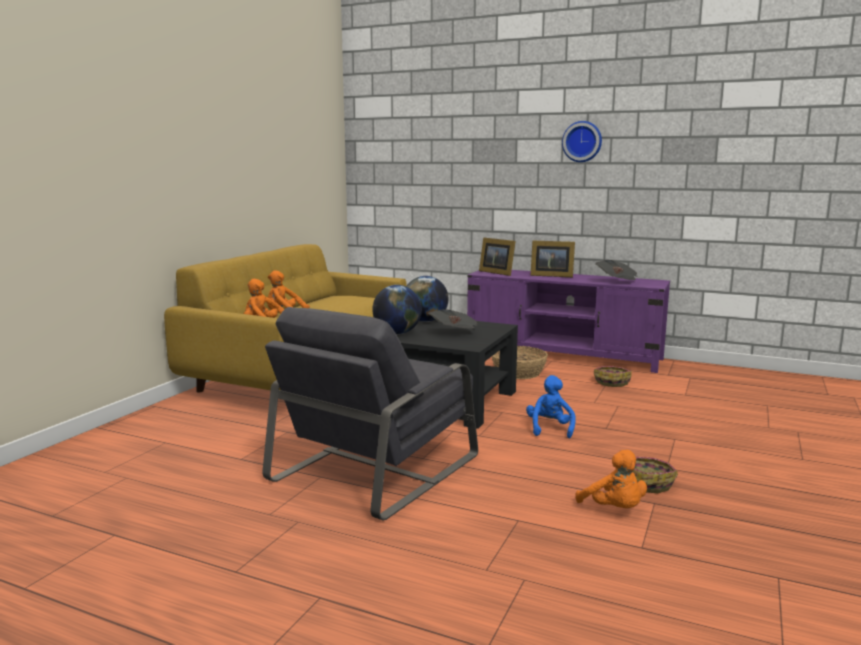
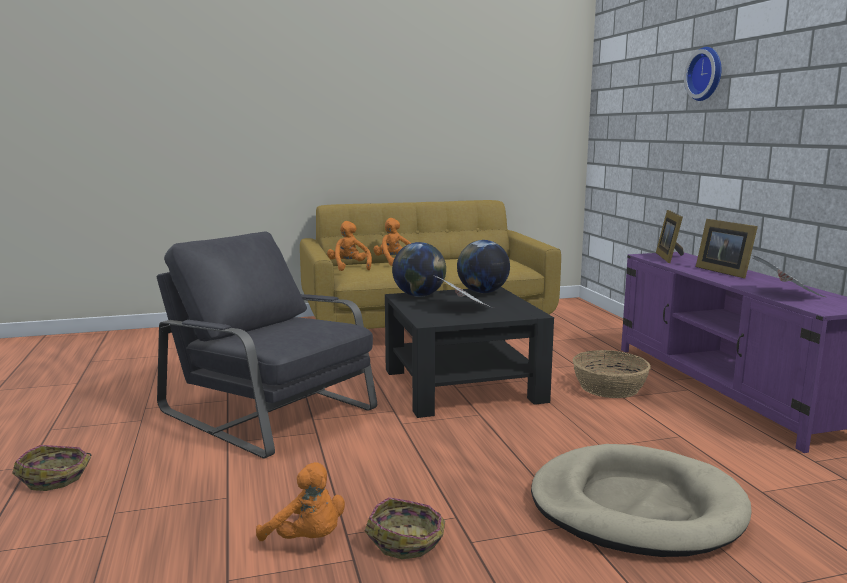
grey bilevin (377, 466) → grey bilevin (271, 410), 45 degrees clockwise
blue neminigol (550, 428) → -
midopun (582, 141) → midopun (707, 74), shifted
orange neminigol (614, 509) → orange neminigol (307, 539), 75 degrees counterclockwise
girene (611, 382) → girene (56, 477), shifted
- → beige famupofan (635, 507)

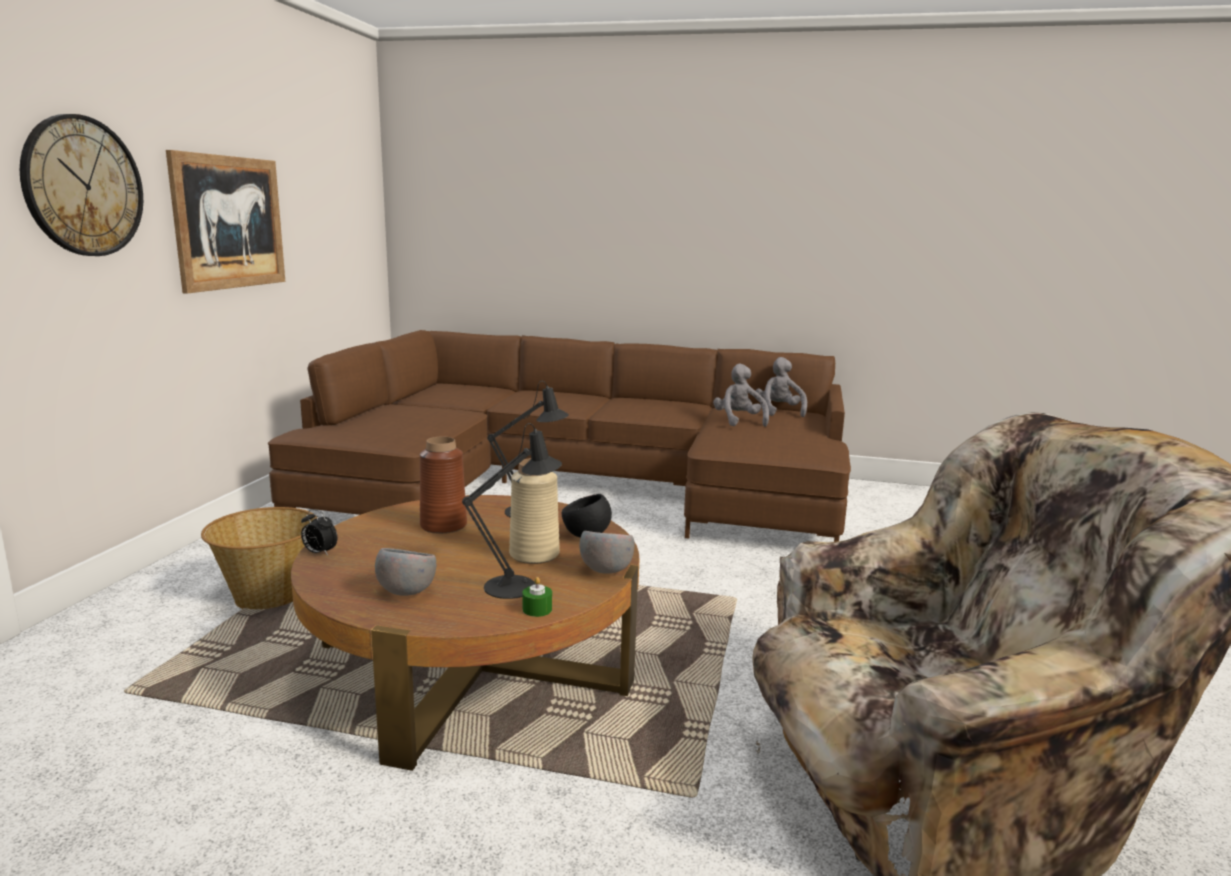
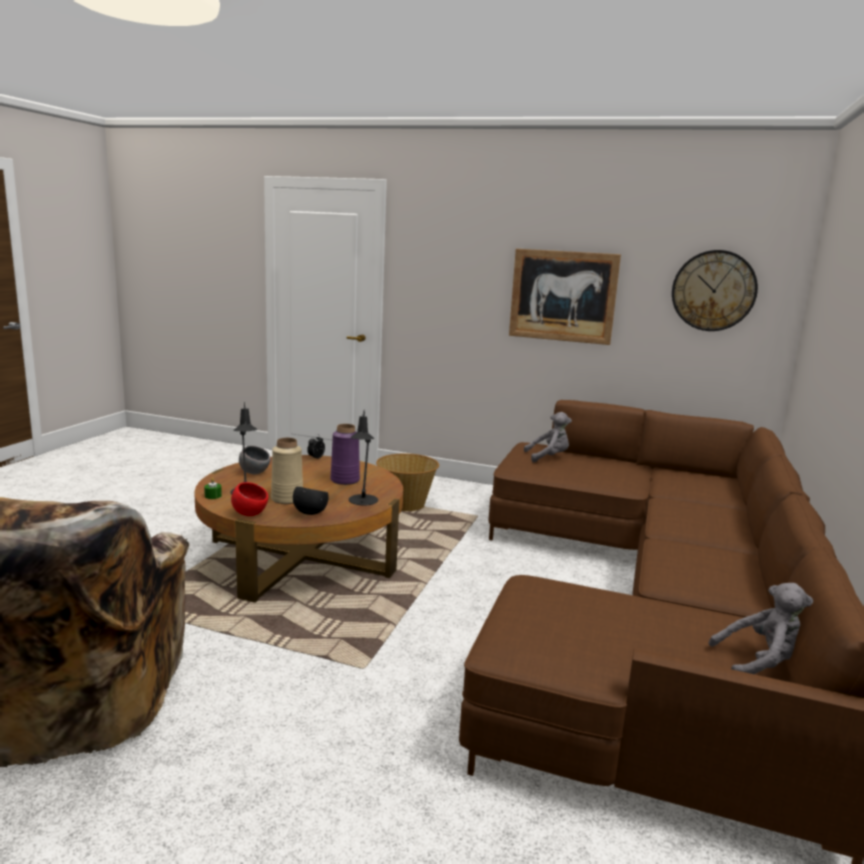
midopun (83, 186) → midopun (713, 290), shifted
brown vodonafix (444, 526) → purple vodonafix (345, 480)
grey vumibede (605, 571) → red vumibede (249, 514)
grey neminigol (739, 421) → grey neminigol (548, 457), shifted

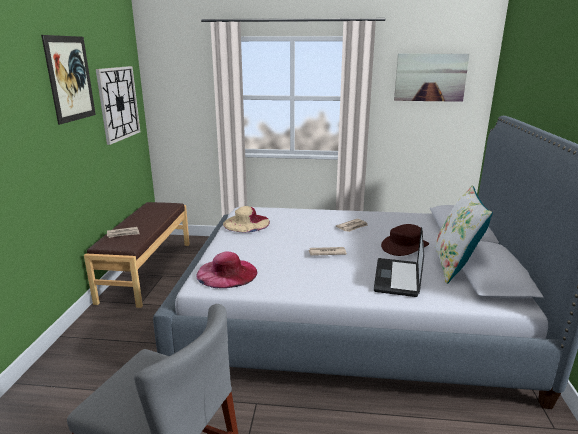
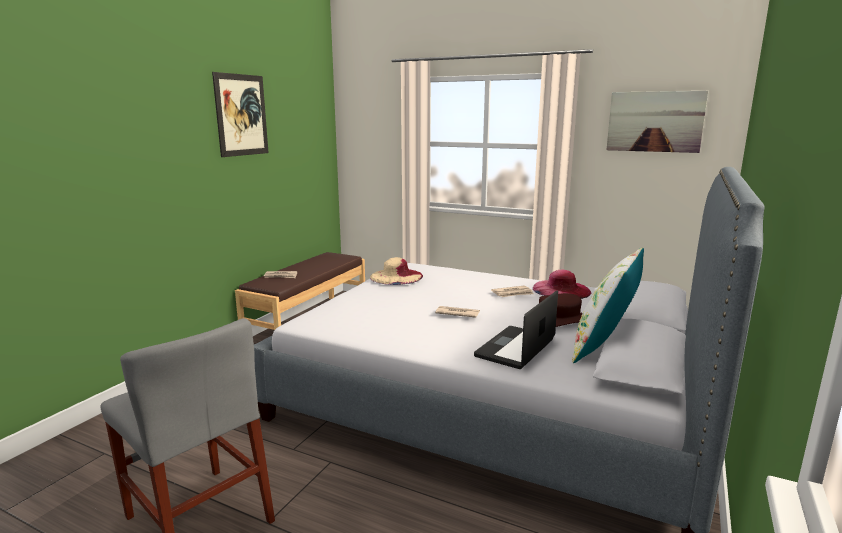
midopun (118, 103) → -
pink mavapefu (227, 273) → pink mavapefu (561, 290), shifted

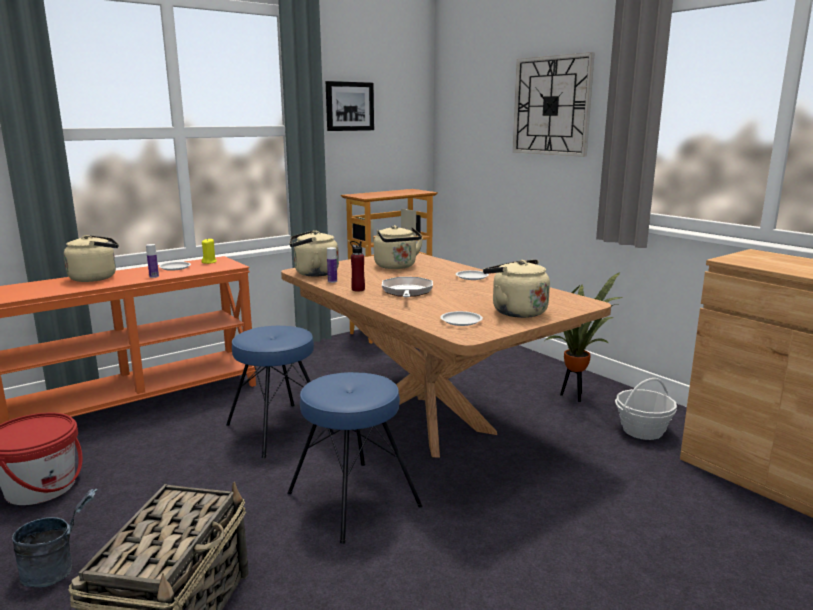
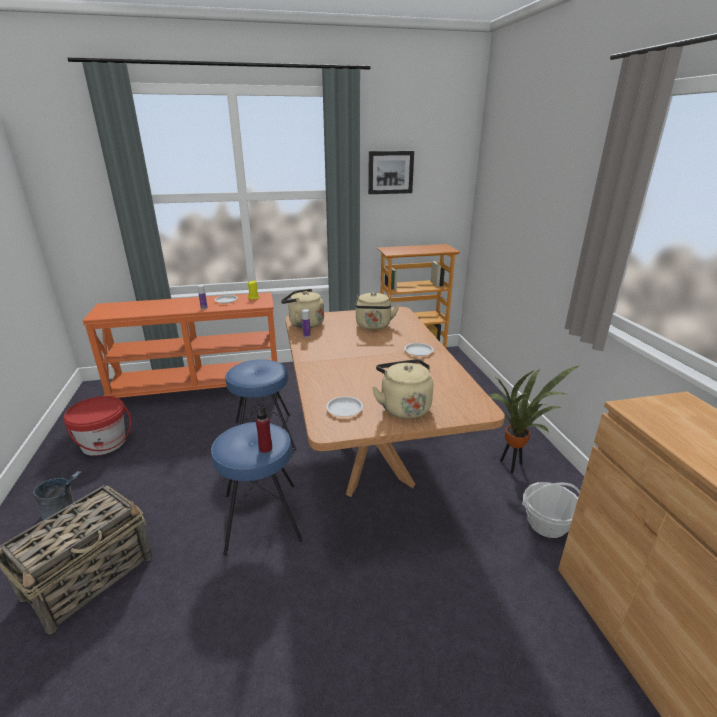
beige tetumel (96, 278) → -
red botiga (358, 289) → red botiga (265, 448), shifted
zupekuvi (407, 292) → -
midopun (551, 106) → -

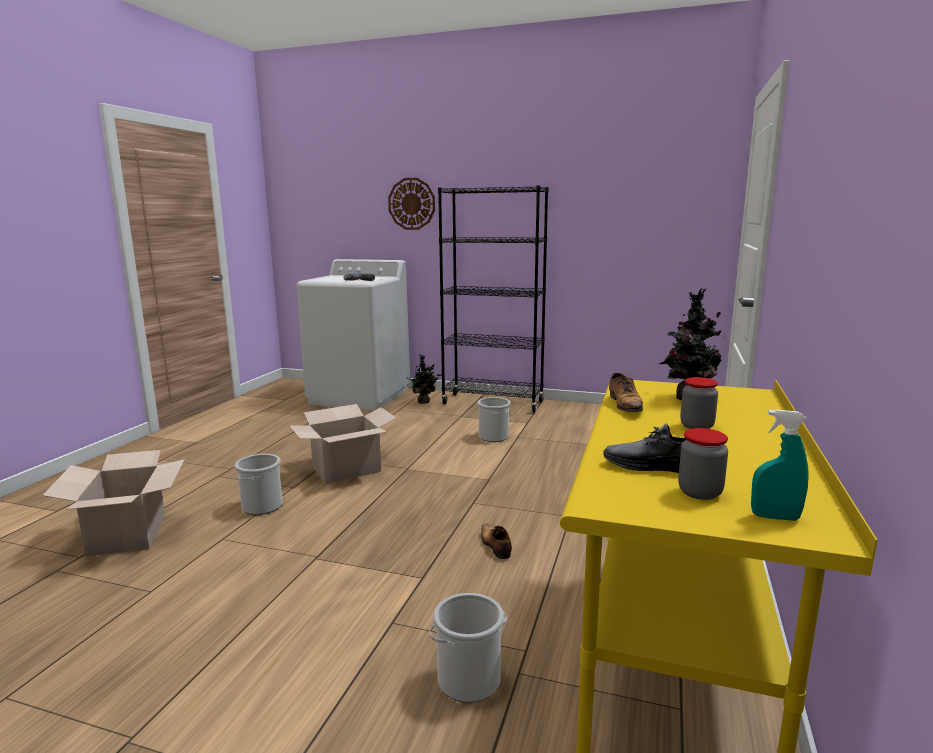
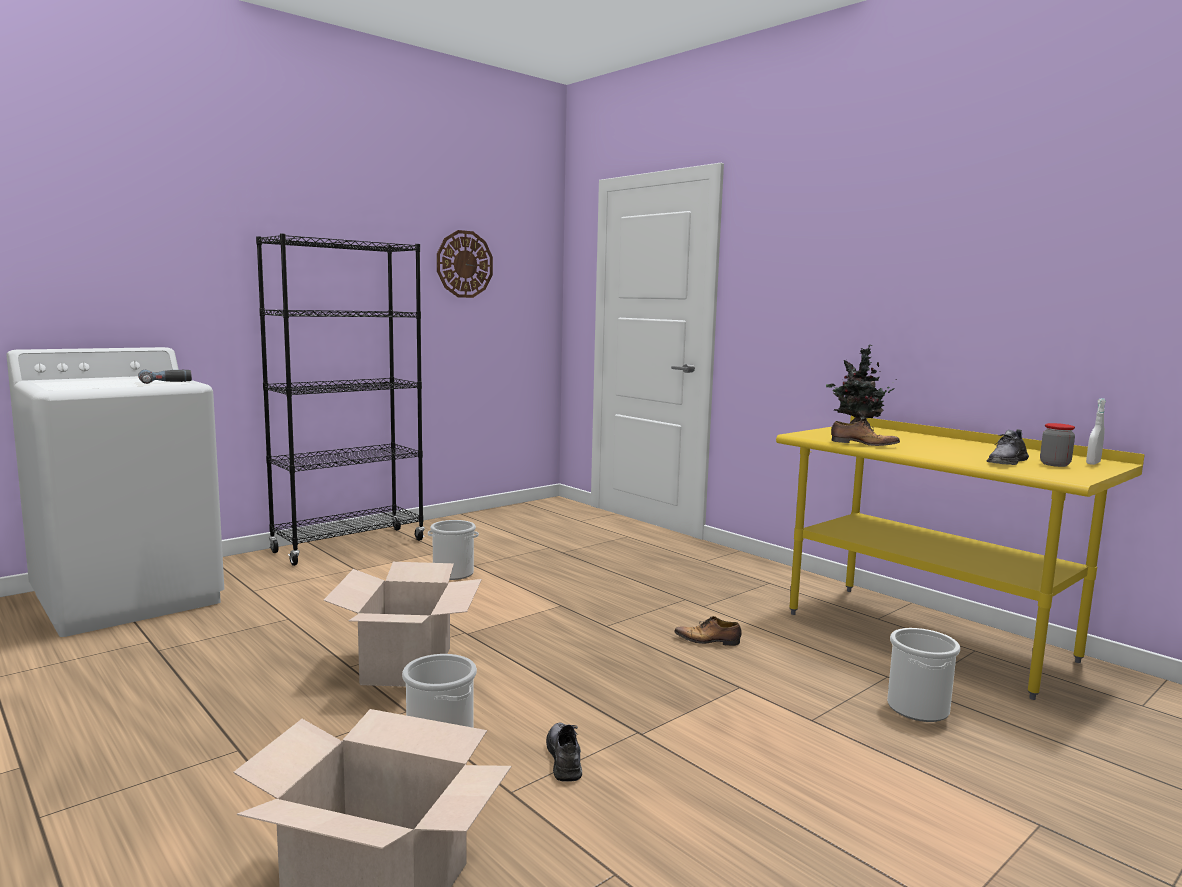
midopun (411, 204) → midopun (464, 264), shifted
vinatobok (424, 402) → -
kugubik (696, 426) → -
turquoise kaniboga (775, 517) → white kaniboga (1093, 463)
- → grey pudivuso (564, 758)

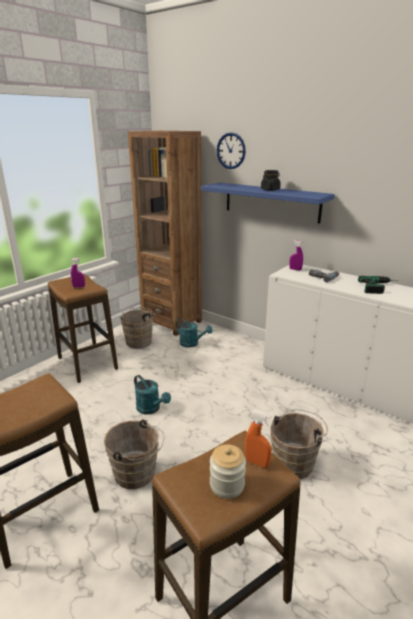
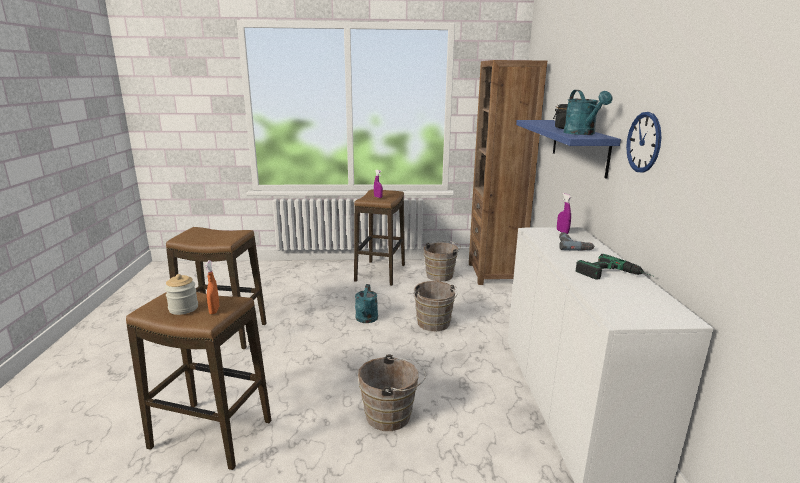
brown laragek (137, 474) → brown laragek (434, 324), shifted
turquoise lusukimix (192, 344) → turquoise lusukimix (582, 133), shifted
midopun (231, 151) → midopun (644, 142), shifted

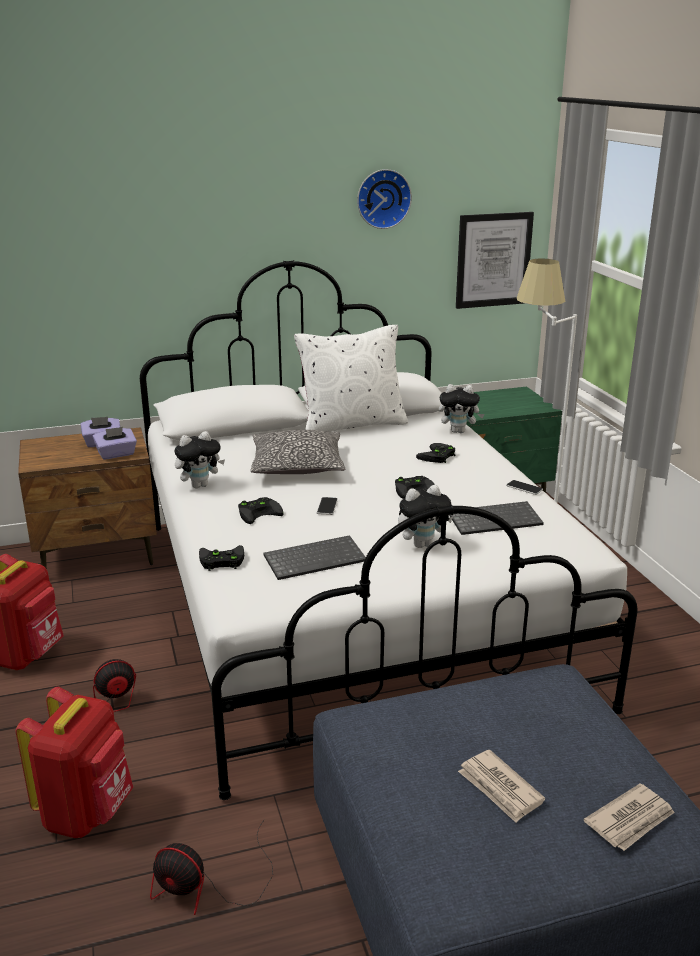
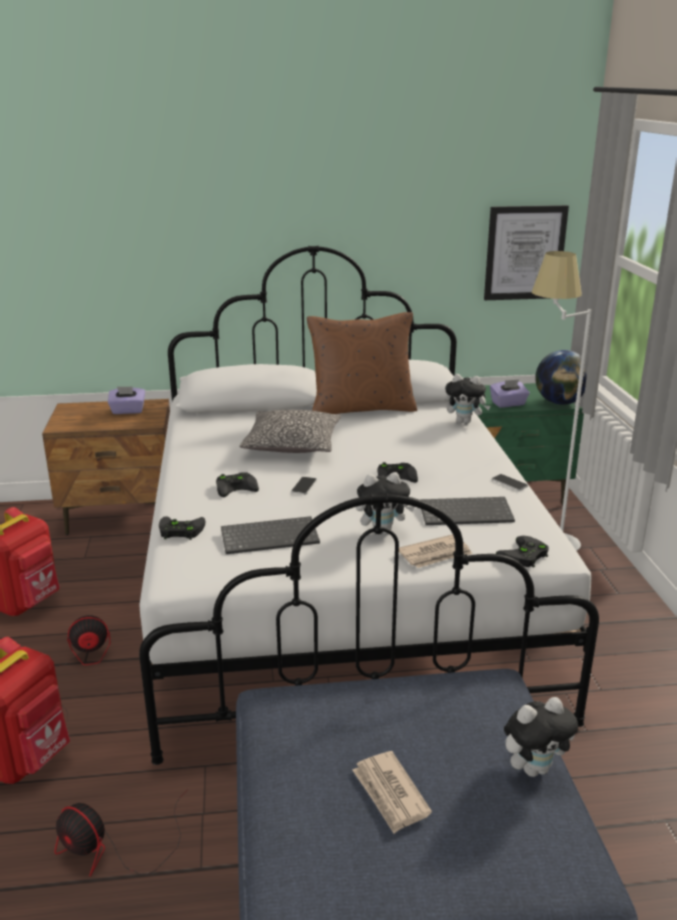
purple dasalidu (116, 454) → purple dasalidu (508, 404), shifted
neminigol (200, 485) → neminigol (534, 768), shifted
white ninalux (352, 424) → brown ninalux (361, 408)
midopun (383, 198) → -
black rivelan (437, 456) → black rivelan (524, 556), shifted
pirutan (631, 820) → pirutan (435, 554), shifted
- → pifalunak (560, 403)

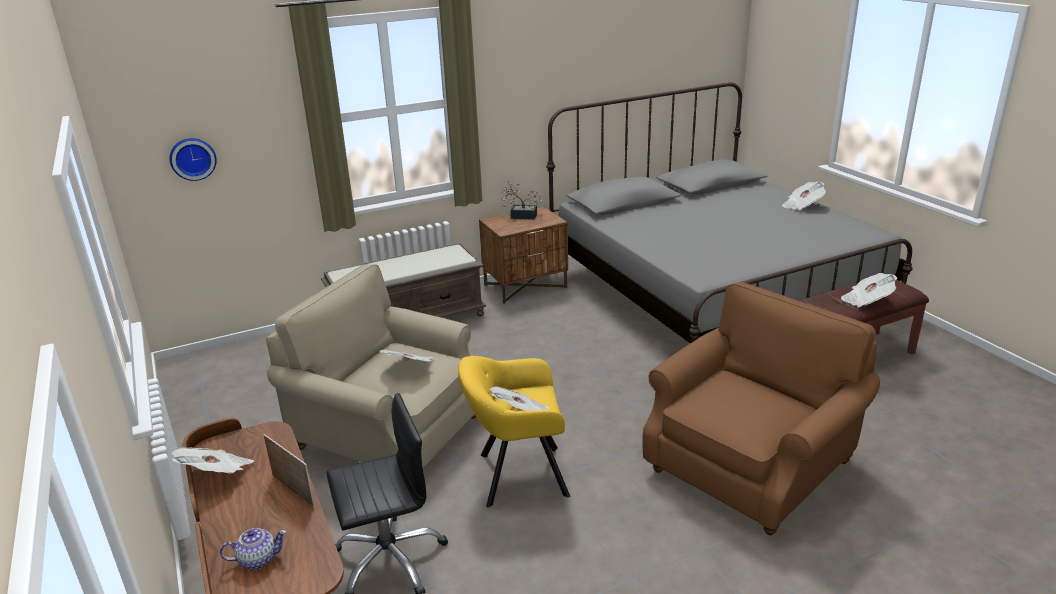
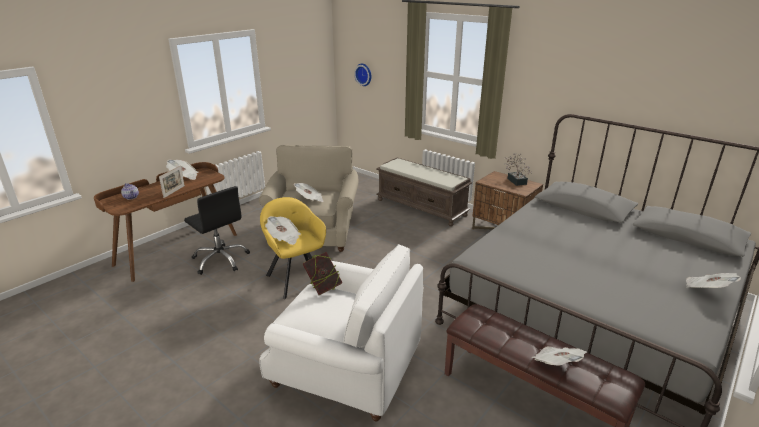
brown bilevin (751, 466) → white bilevin (346, 368)
- → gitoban (323, 288)

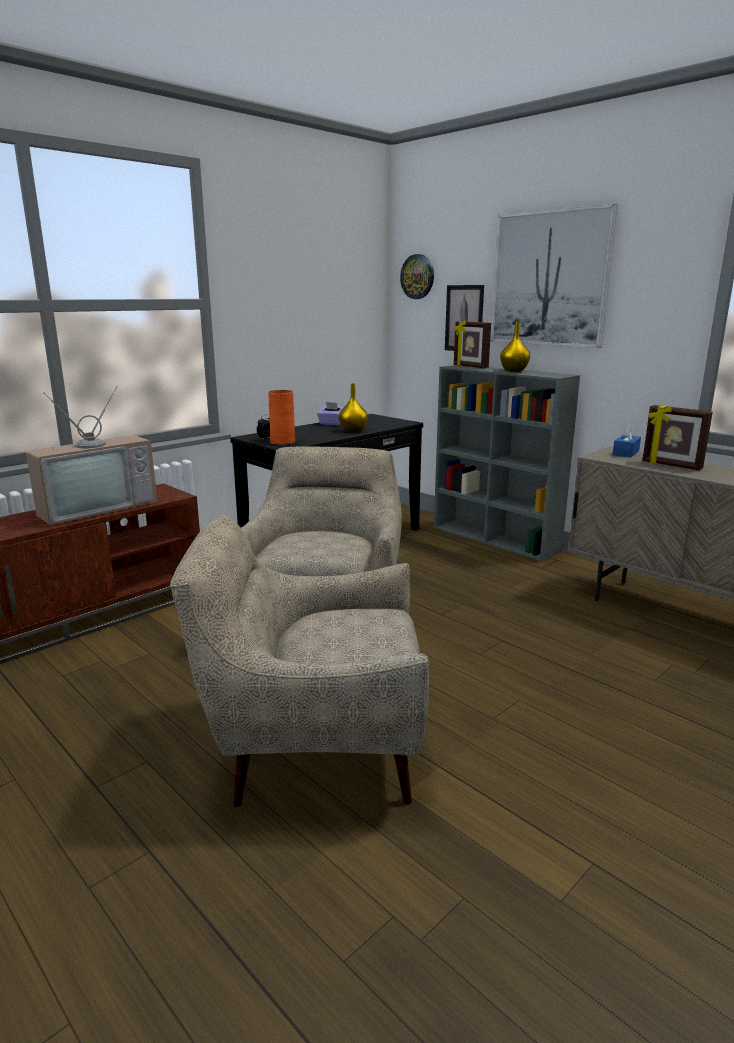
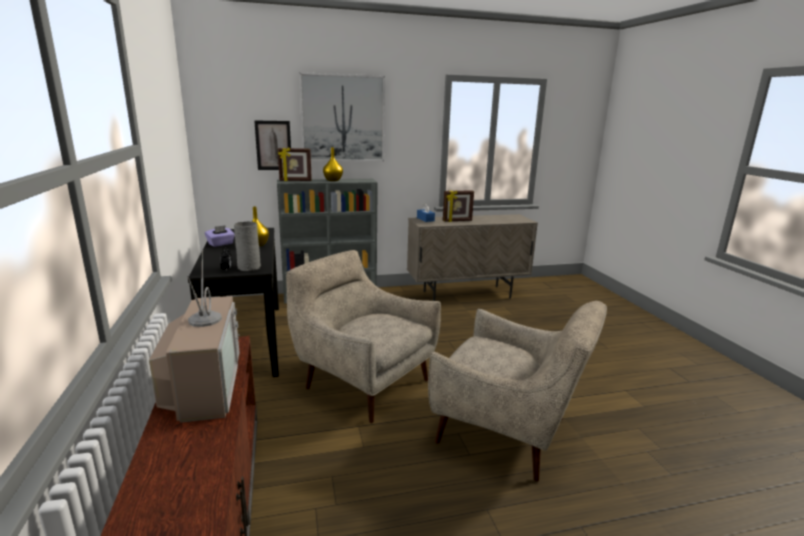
beige bilevin (312, 745) → beige bilevin (509, 433), 90 degrees counterclockwise
orange vodonafix (283, 442) → grey vodonafix (250, 267)
midopun (417, 276) → -

